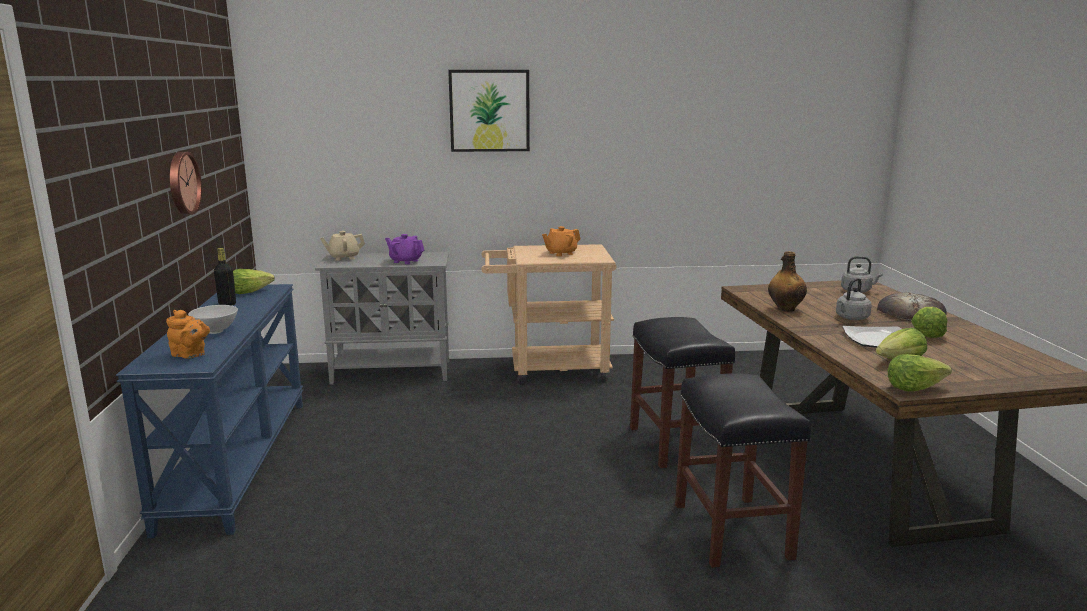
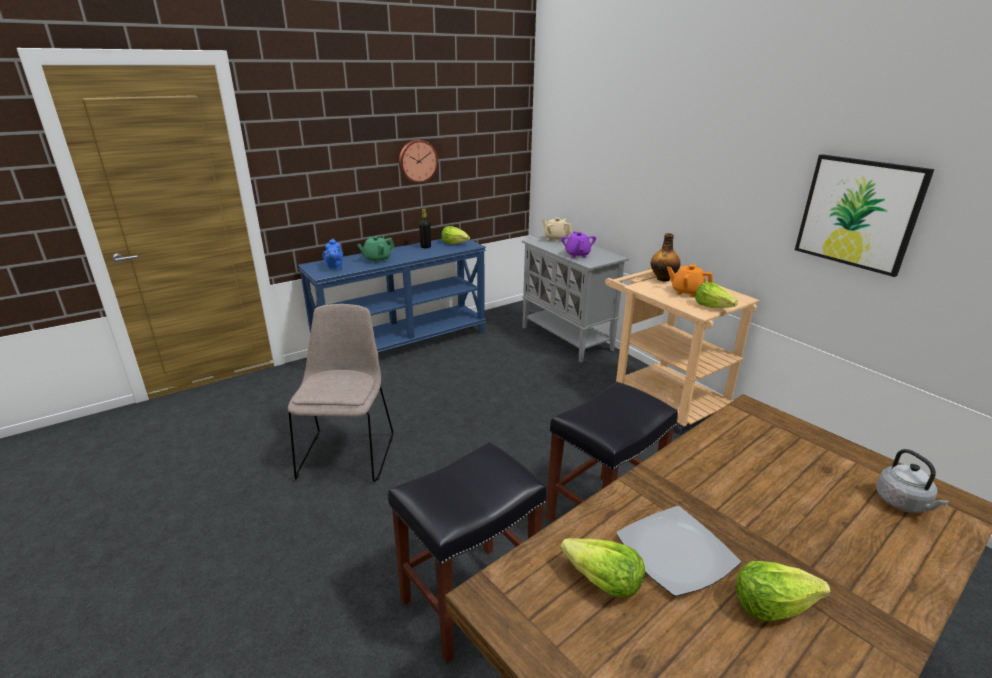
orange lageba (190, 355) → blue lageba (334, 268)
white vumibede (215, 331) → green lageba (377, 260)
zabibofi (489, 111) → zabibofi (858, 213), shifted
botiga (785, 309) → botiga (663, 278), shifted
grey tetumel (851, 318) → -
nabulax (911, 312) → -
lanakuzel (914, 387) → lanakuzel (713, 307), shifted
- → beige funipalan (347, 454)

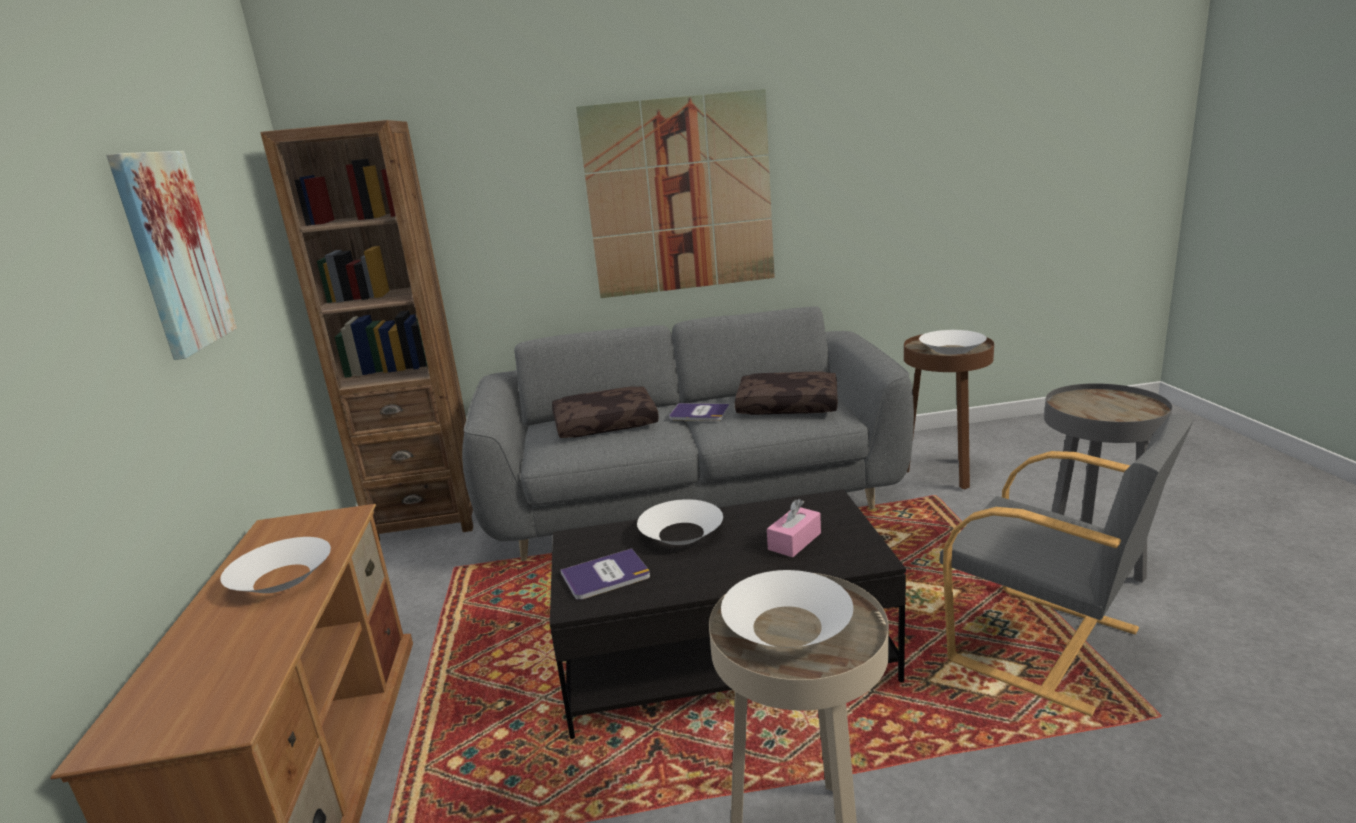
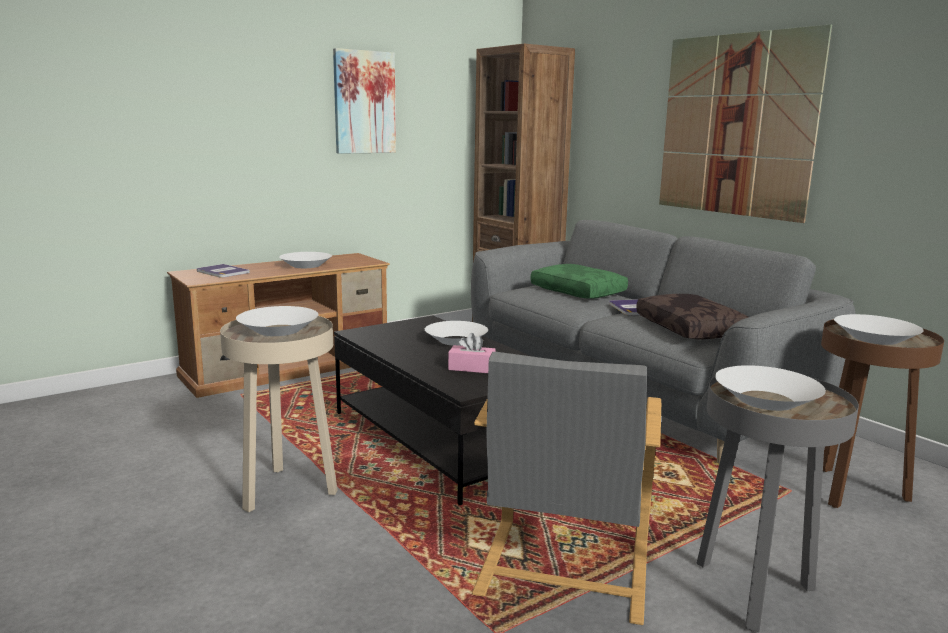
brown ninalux (606, 423) → green ninalux (579, 291)
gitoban (606, 575) → gitoban (222, 272), shifted
- → white vumibede (766, 400)

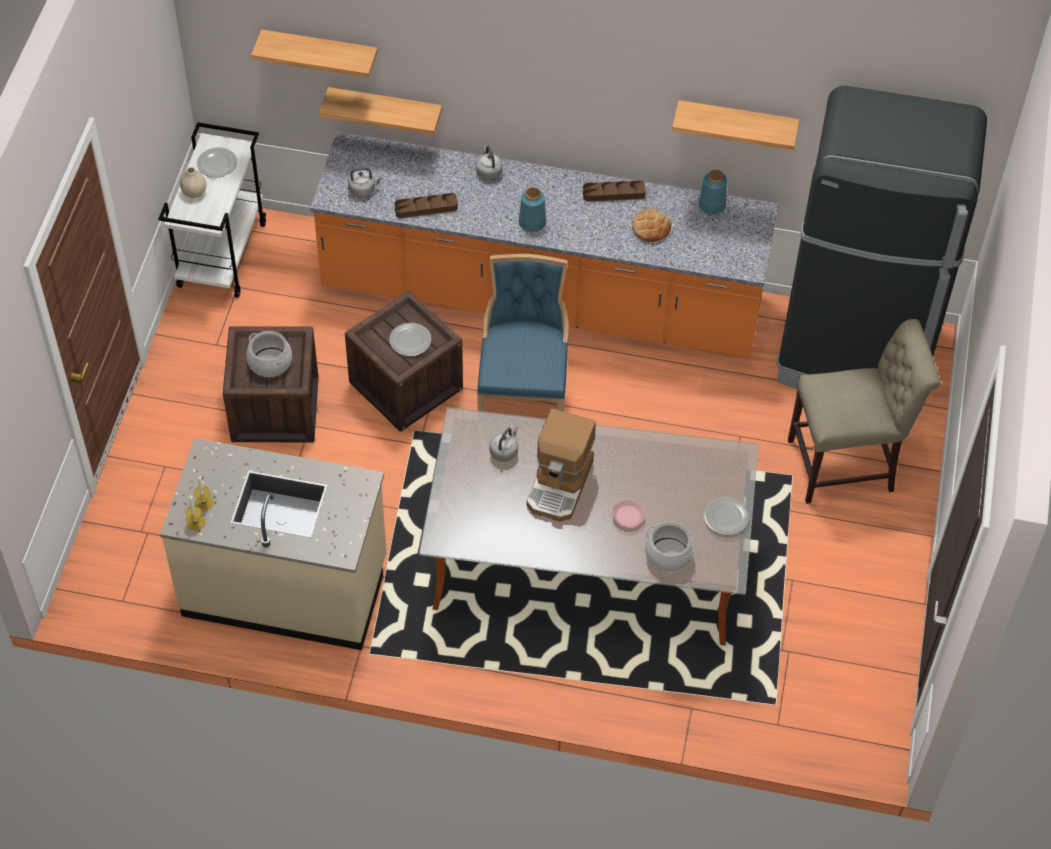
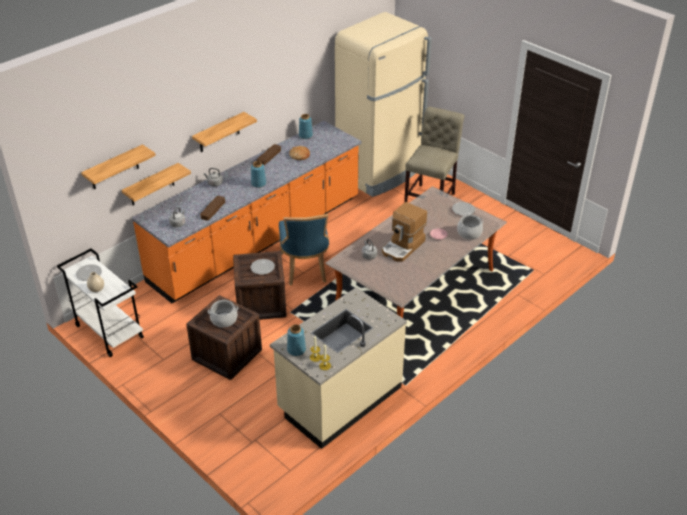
blue funipalan (523, 394) → blue funipalan (305, 269), 135 degrees counterclockwise
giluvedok (560, 485) → giluvedok (403, 247), 75 degrees clockwise
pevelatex (736, 123) → pevelatex (219, 133), shifted
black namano (854, 356) → beige namano (379, 173)
- → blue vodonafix (296, 349)

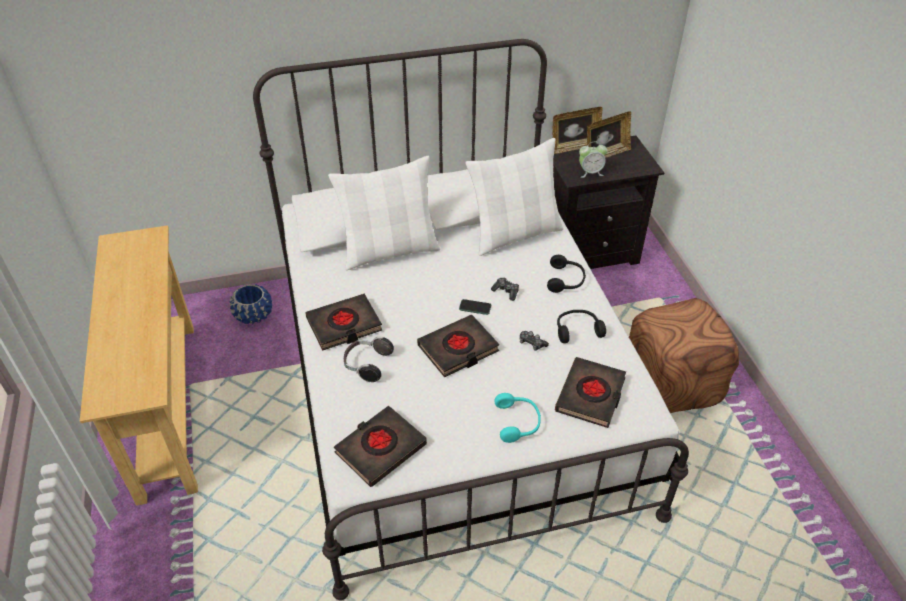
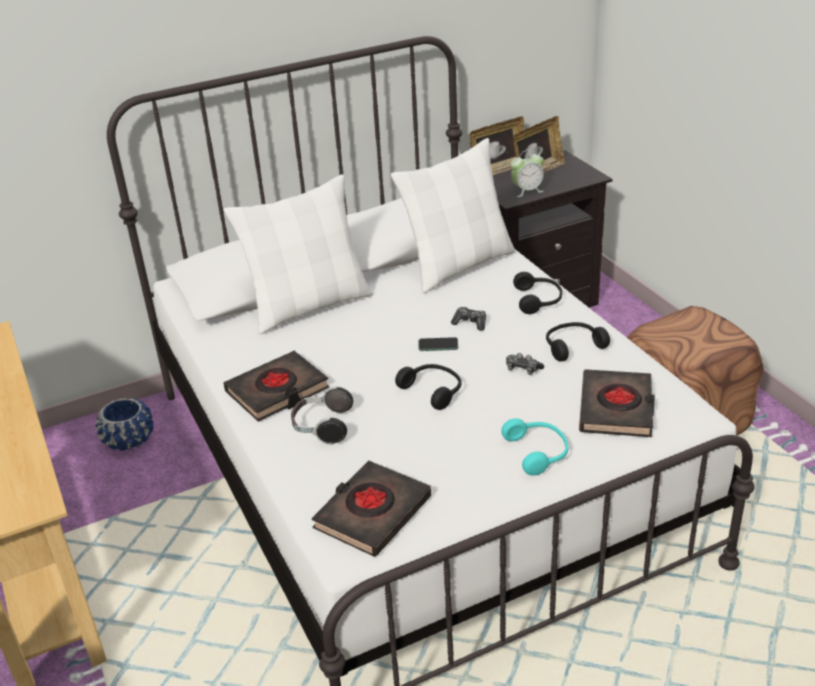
black gitoban (458, 349) → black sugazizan (433, 391)

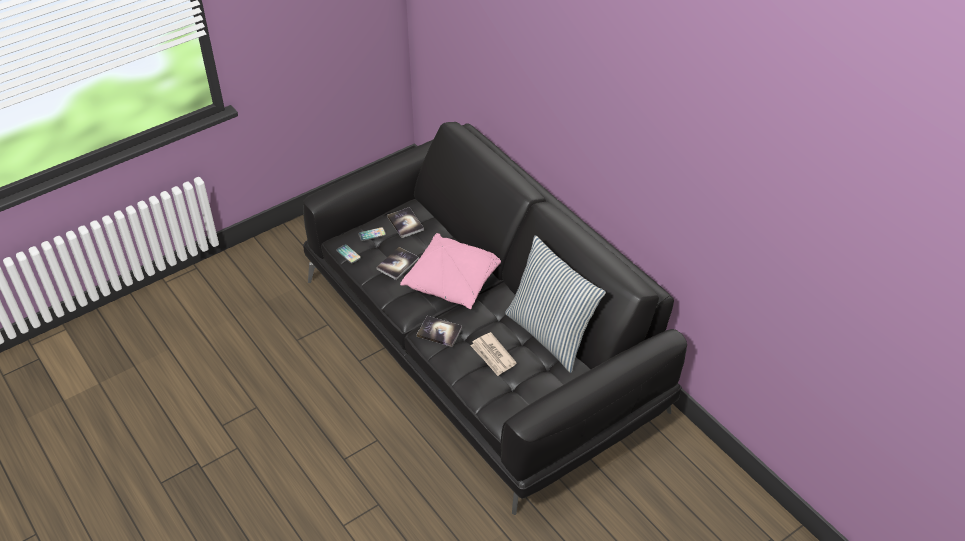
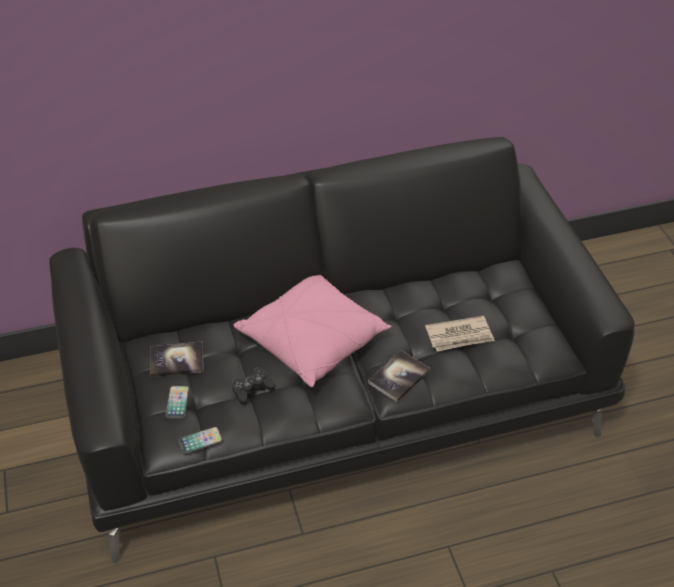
gitoban (397, 264) → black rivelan (252, 389)
ninalux (550, 334) → -

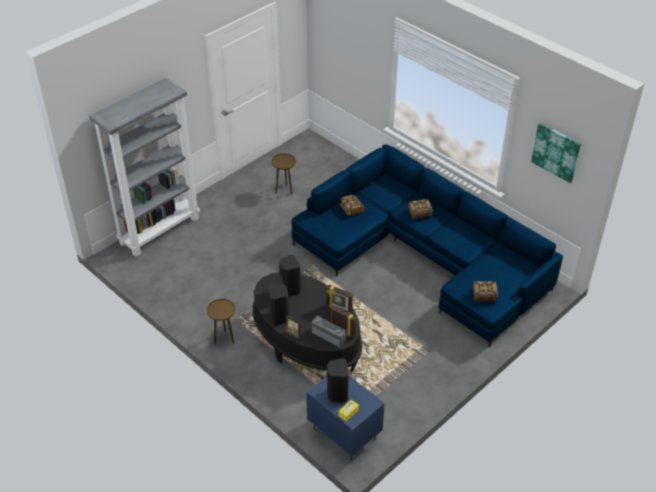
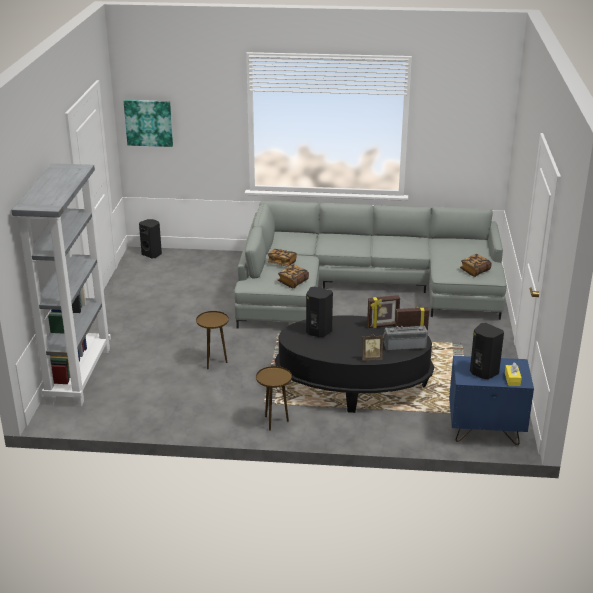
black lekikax (279, 317) → black lekikax (152, 254), shifted
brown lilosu (284, 190) → brown lilosu (214, 362), shifted
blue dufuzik (423, 256) → grey dufuzik (362, 288)
gitoban (419, 213) → gitoban (293, 282), shifted
zabibofi (556, 152) → zabibofi (149, 123), shifted

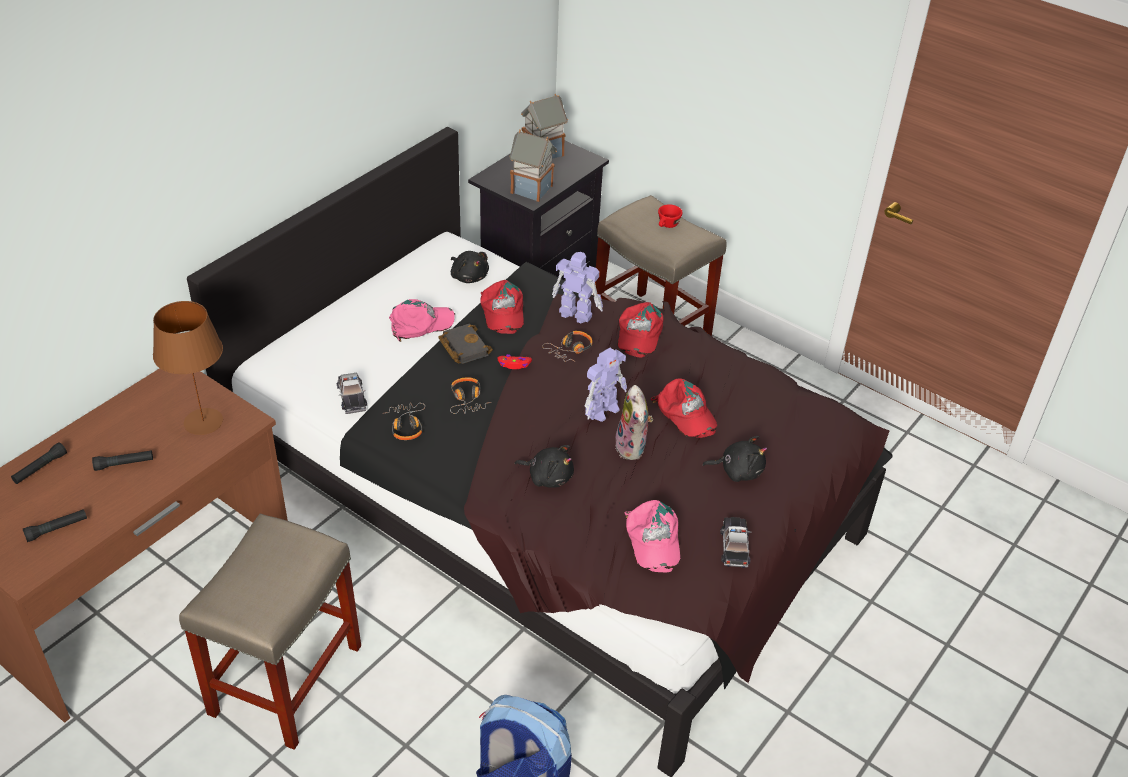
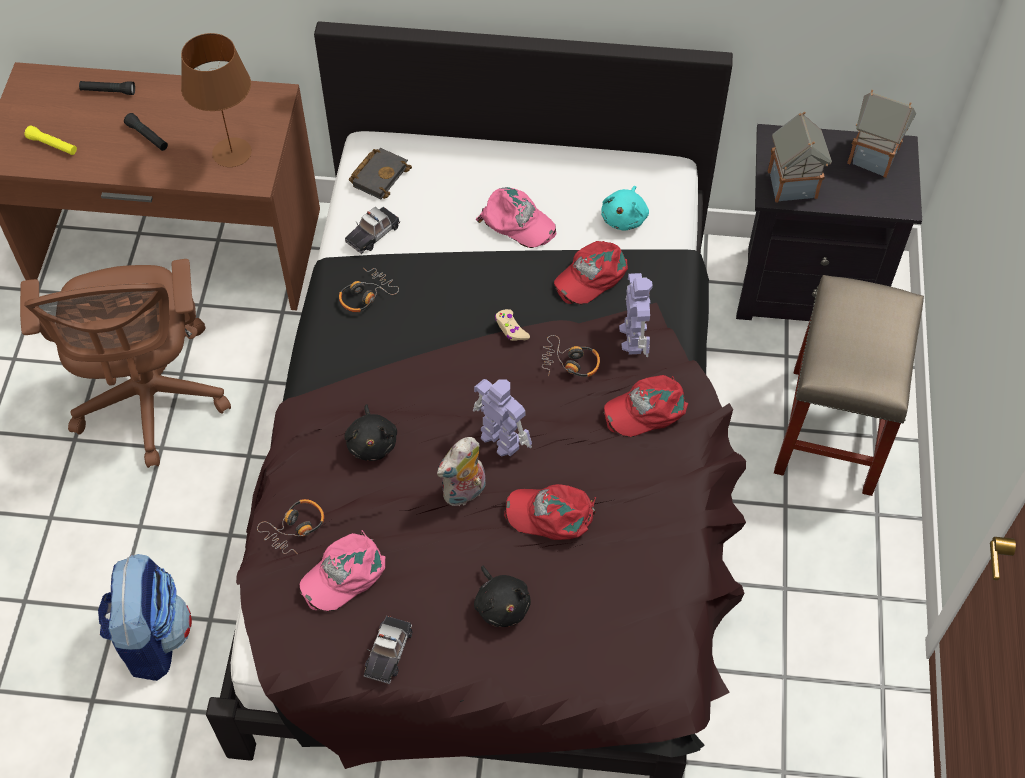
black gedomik (57, 529) → yellow gedomik (52, 145)
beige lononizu (285, 681) → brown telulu (151, 401)
black gitoban (463, 347) → black gitoban (379, 175), shifted
sugazizan (467, 400) → sugazizan (295, 529), shifted
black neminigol (469, 276) → turquoise neminigol (624, 217)
red rivelan (514, 364) → beige rivelan (511, 329)
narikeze (603, 409) → narikeze (500, 438), 150 degrees counterclockwise
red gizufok (685, 413) → red gizufok (551, 514), 75 degrees clockwise
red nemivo (667, 226) → -
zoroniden (735, 546) → zoroniden (388, 652), 135 degrees clockwise

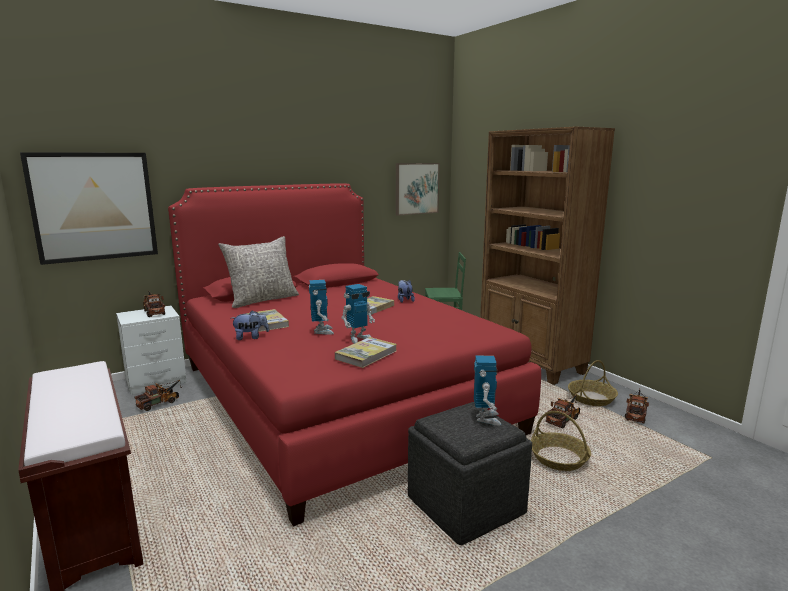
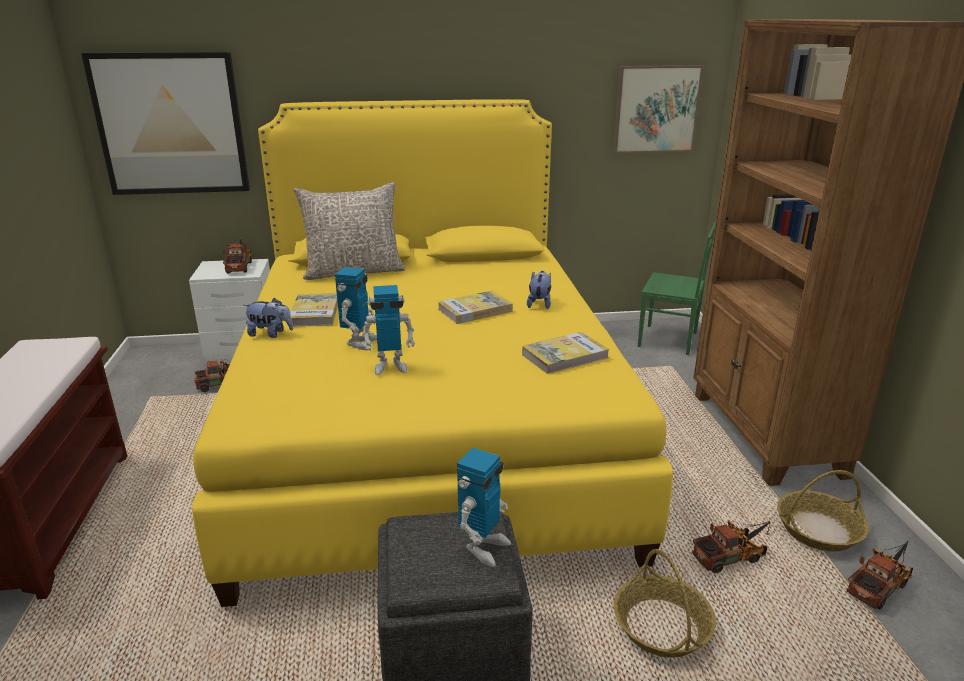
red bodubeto (337, 396) → yellow bodubeto (426, 425)
gitoban (366, 355) → gitoban (565, 356), shifted

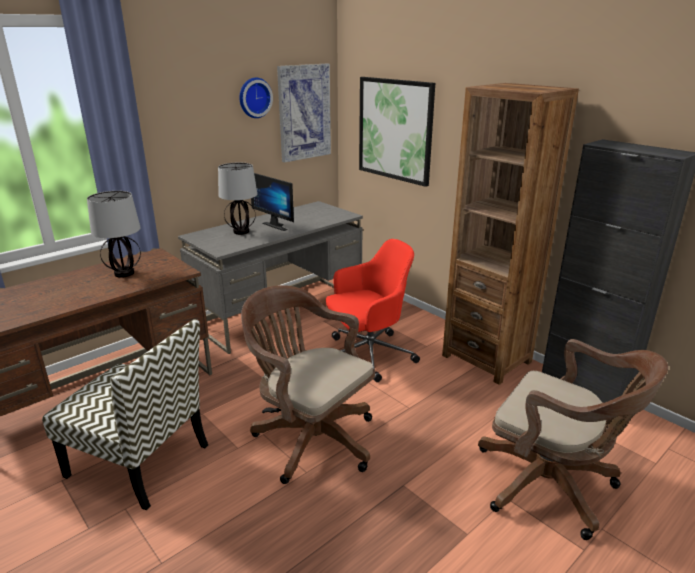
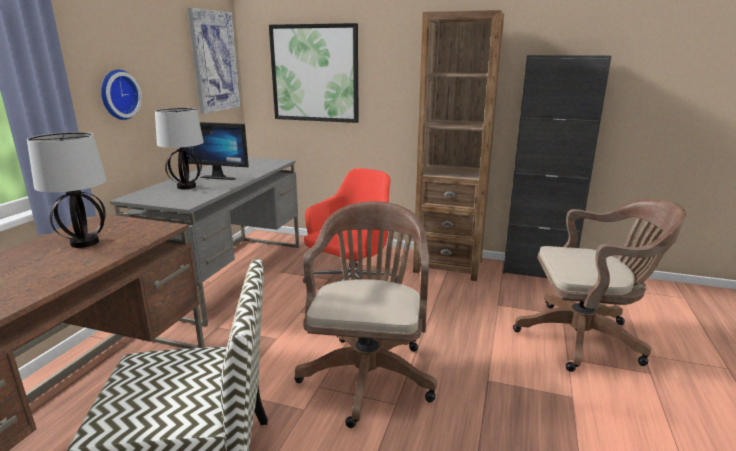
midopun (254, 97) → midopun (117, 94), shifted
brown telulu (310, 437) → brown telulu (368, 372), 90 degrees clockwise

